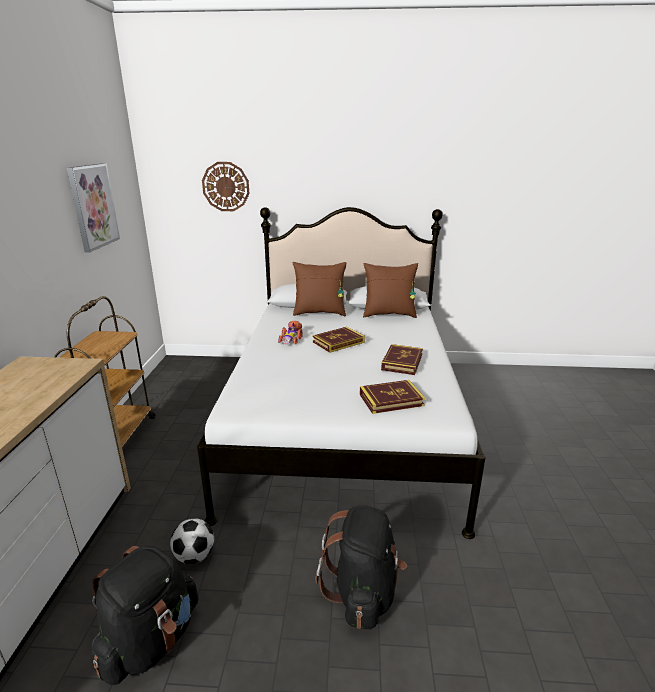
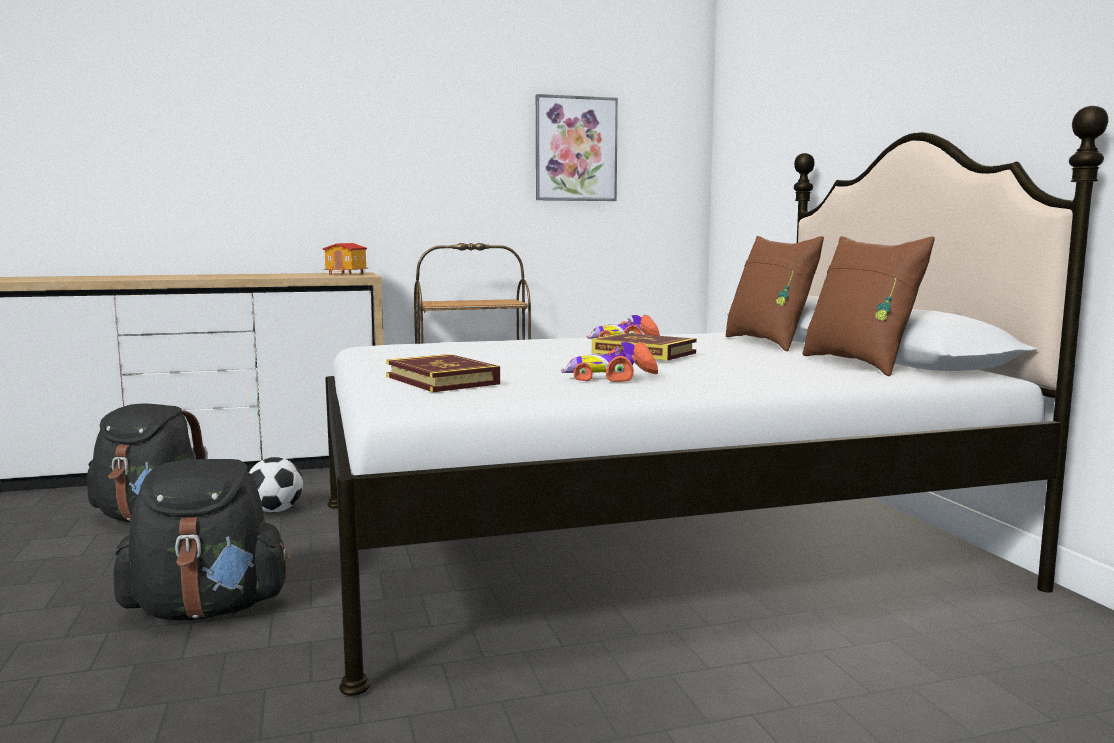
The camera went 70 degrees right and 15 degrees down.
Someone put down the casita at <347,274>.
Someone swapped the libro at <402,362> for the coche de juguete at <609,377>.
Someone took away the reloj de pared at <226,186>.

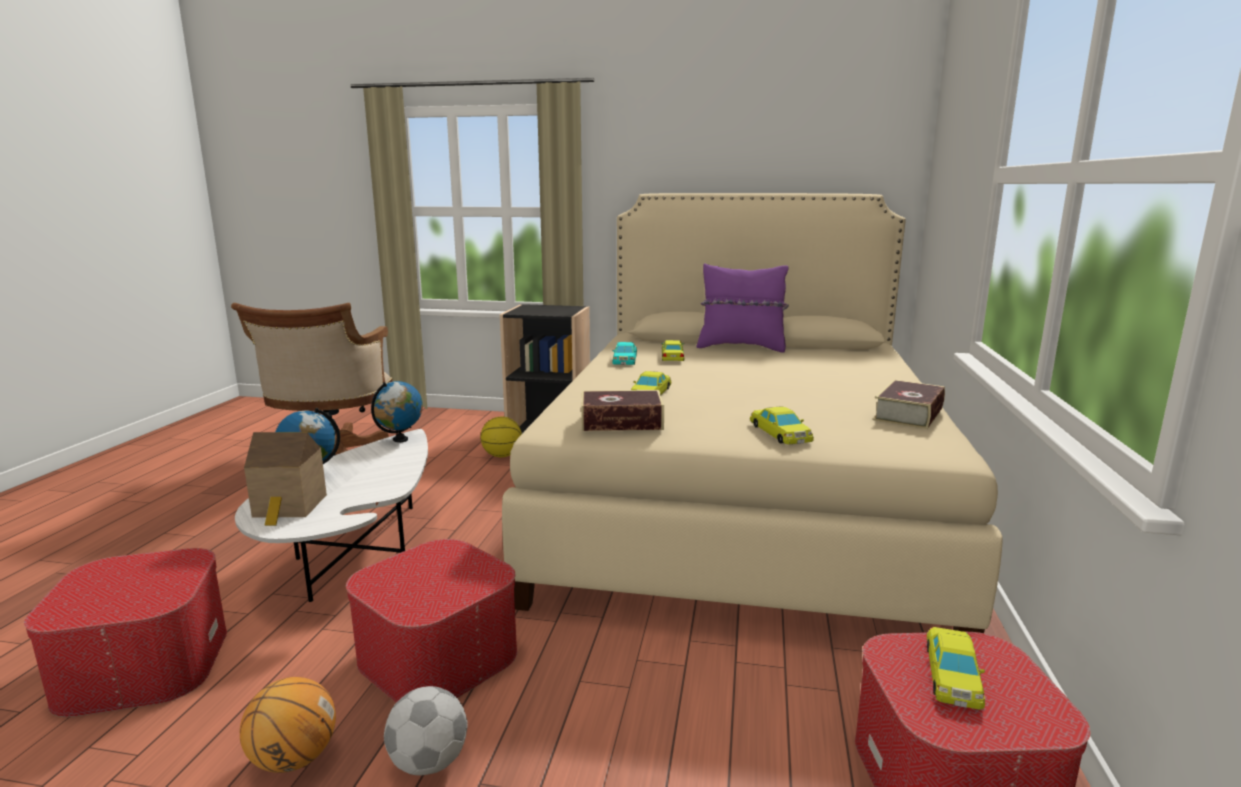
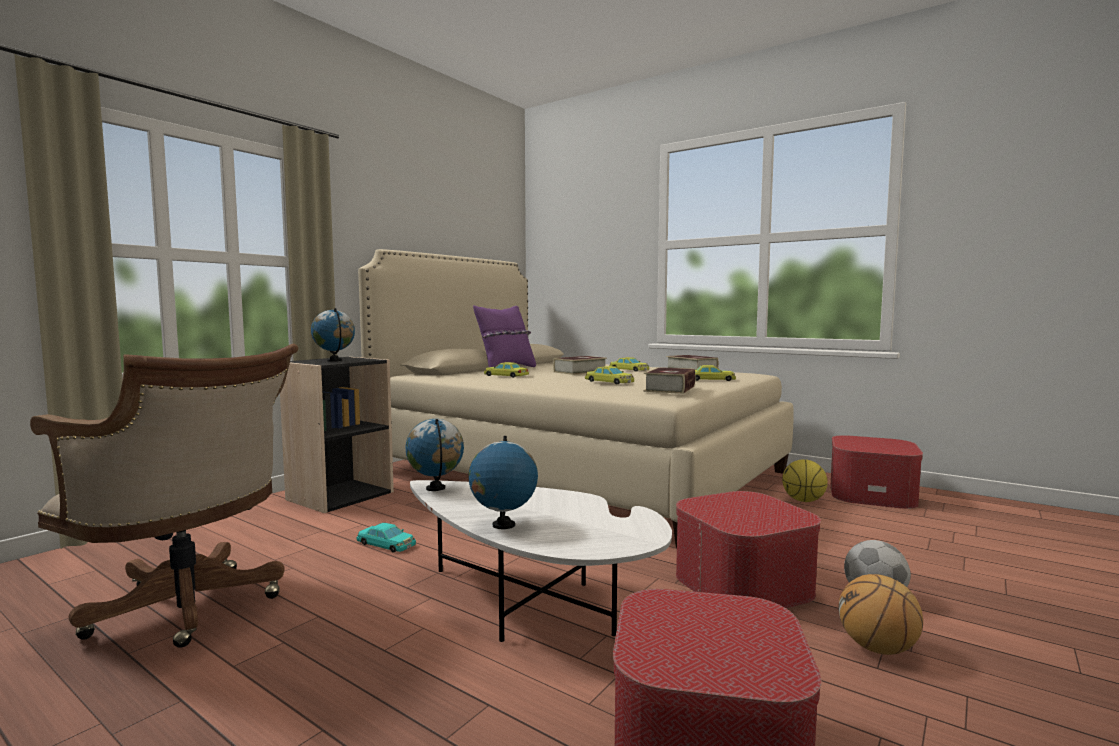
The camera went 65 degrees left and 10 degrees down.
Someone put down the globo terráqueo at <334,360>.
Someone carried the coche de juguete (turquesa) from <624,360> to <386,544>.
Someone put down the libro at <580,372>.
Someone carried the coche de juguete (amarillo) from <953,674> to <629,370>.
Someone carried the balón de baloncesto from <501,456> to <803,501>.
Someone took away the casita at <289,507>.

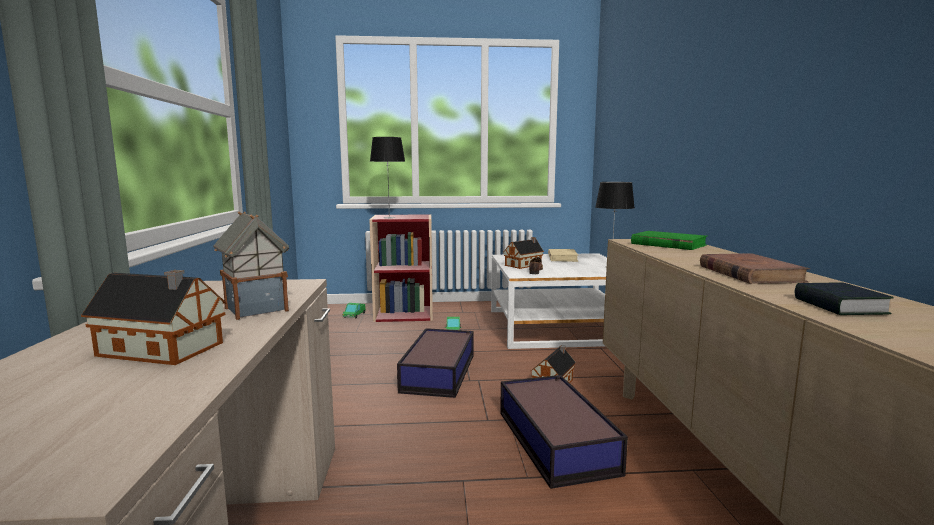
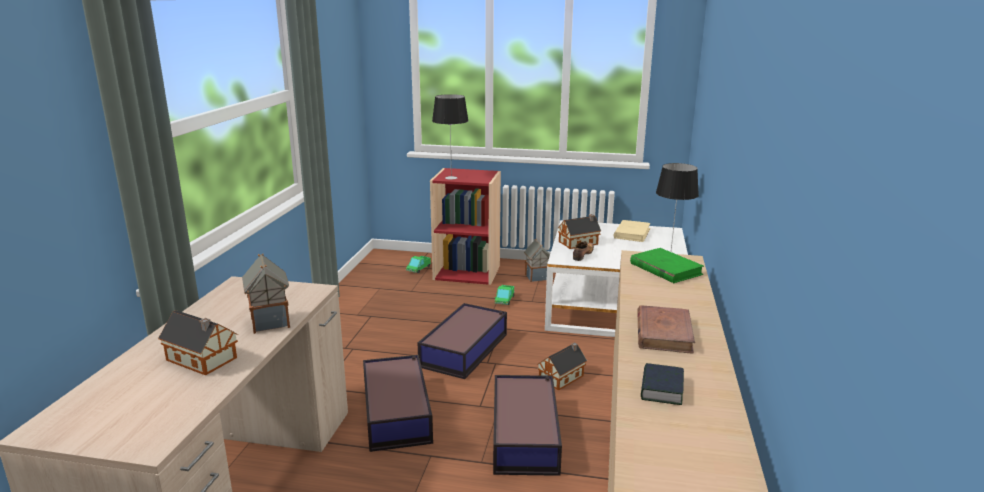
The camera went 15 degrees right and 10 degrees up.
Someone put down the caja de almacenaje at <397,411>.
Someone put down the casita at <537,277>.

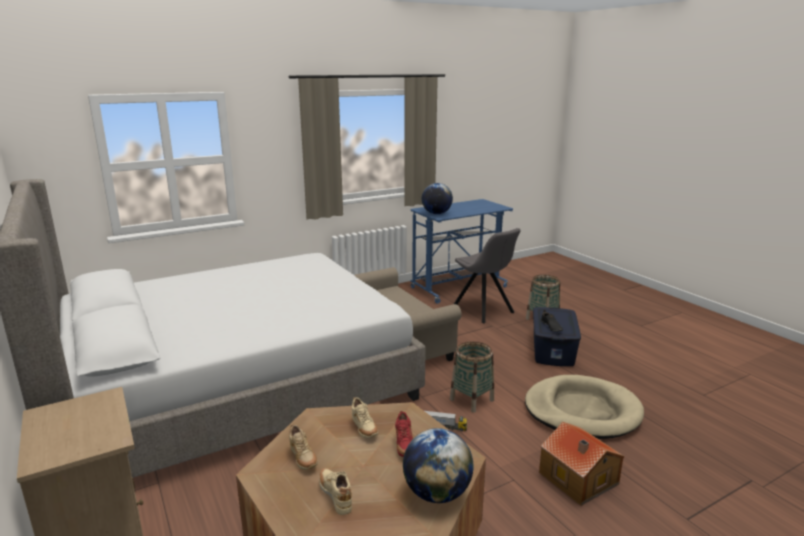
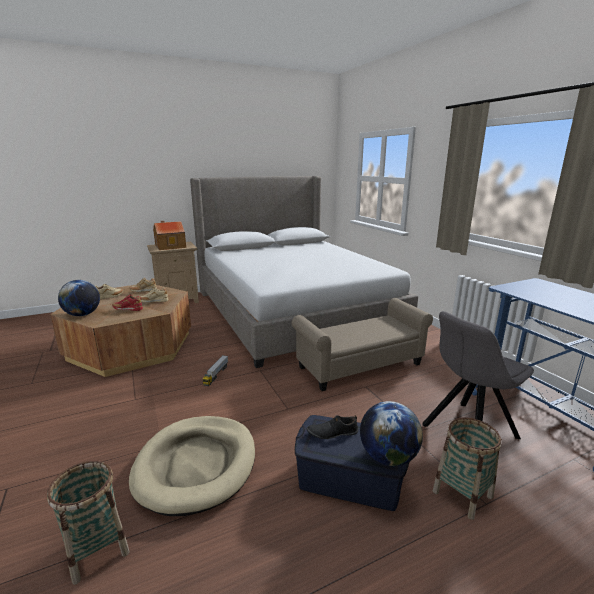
The camera went 95 degrees right and 0 degrees up.
Someone carried the cesta from <471,400> to <97,549>.
Someone carried the casita from <578,479> to <169,246>.
Someone carried the globo terráqueo from <436,213> to <388,457>.

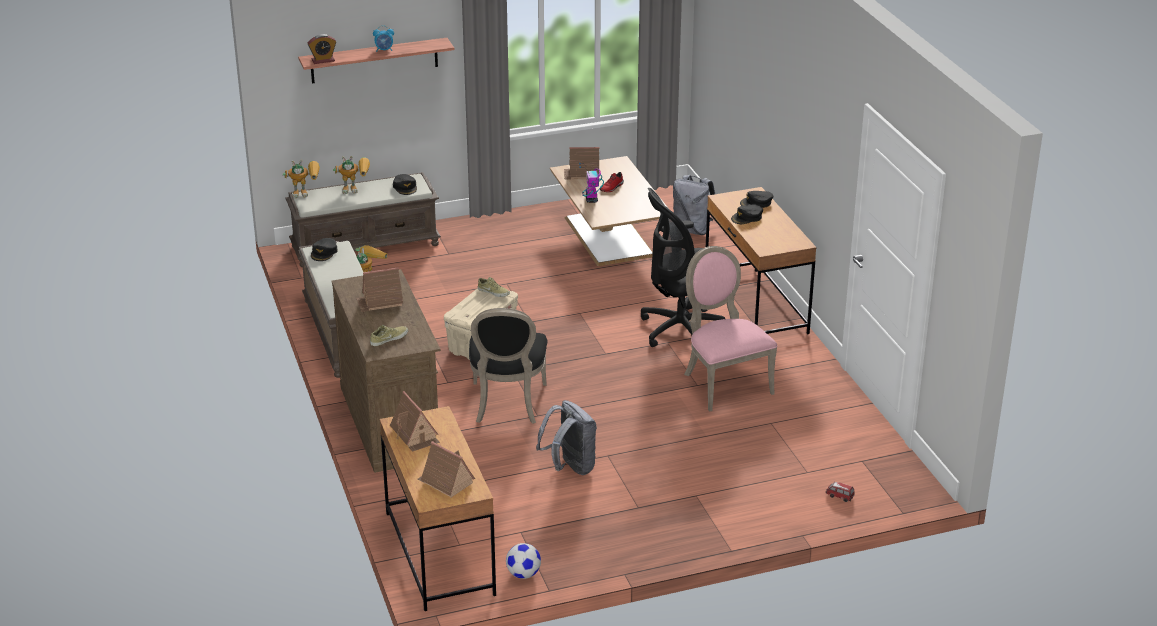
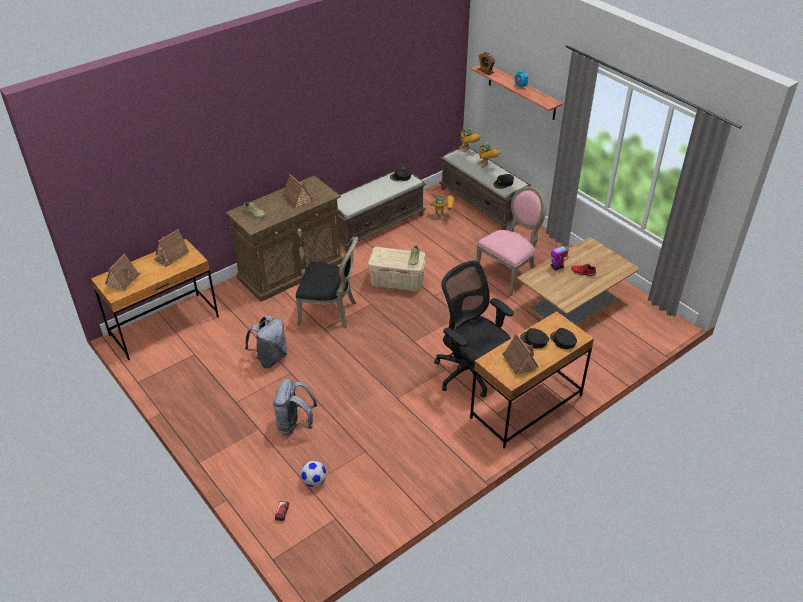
The camera went 70 degrees right and 10 degrees up.
Someone carried the mochila (gris) from <692,229> to <295,425>.
Someone rotated the silla (negro) at <507,405> by 150 degrees counterclockwise.
Someone carried the balón de fútbol from <523,574> to <314,481>.
Someone carried the silla (rosa) from <723,383> to <508,273>.
Someone carried the casita from <582,174> to <519,361>.

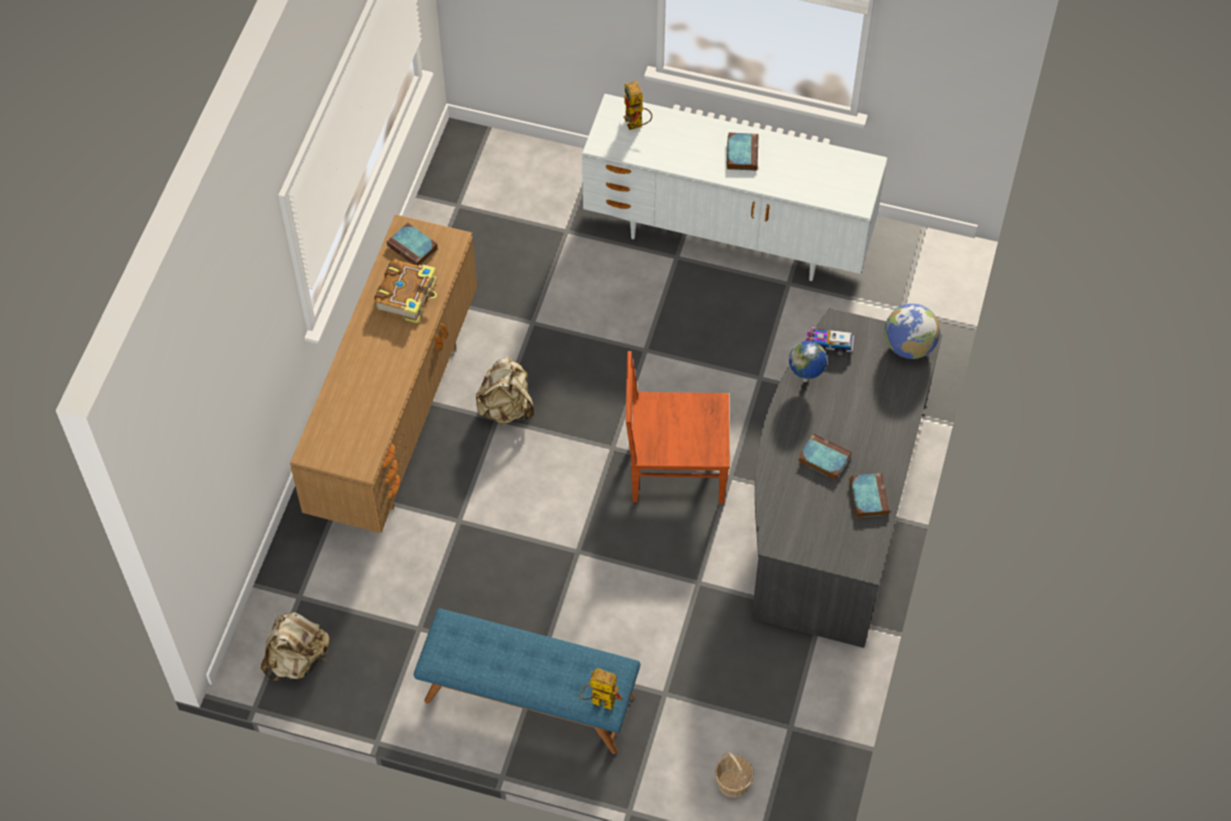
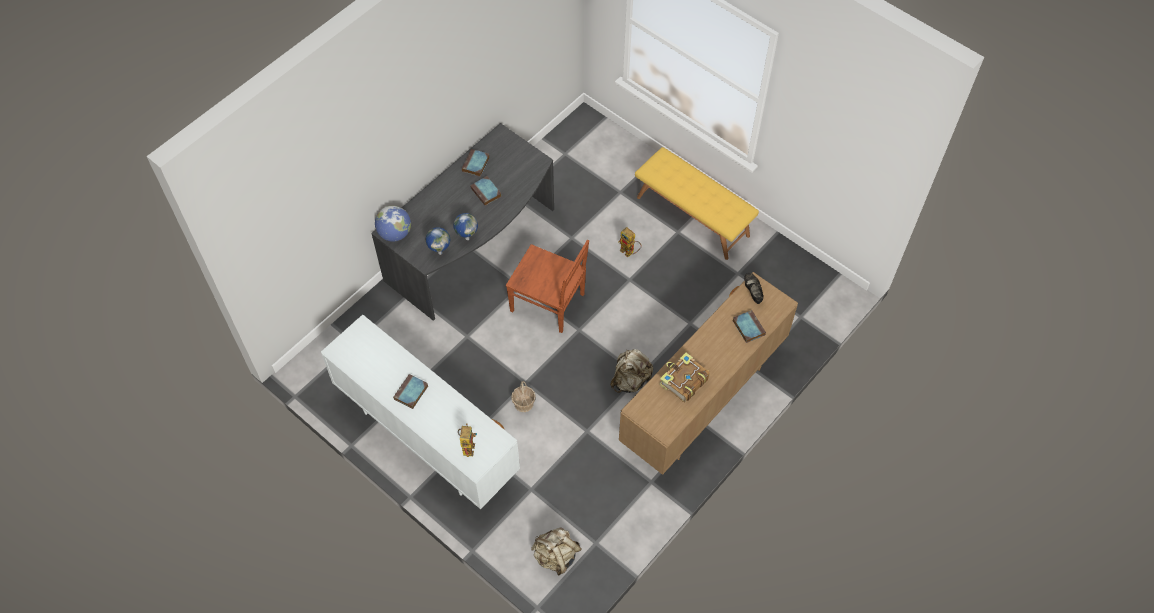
The camera went 155 degrees left and 0 degrees up.
Someone swapped the camión de juguete at <829,345> for the globo terráqueo at <440,252>.
Someone carried the cesta from <733,782> to <523,403>.
Someone carried the mochila (beis) from <297,659> to <556,556>.
Someone carried the robot de juguete from <598,701> to <629,252>.
Someone repainted the banco (azul) at <528,699>, which became the banco (amarillo) at <693,216>.
Someone carried the libro from <413,247> to <748,327>.
Someone put down the zapato (negro) at <753,292>.

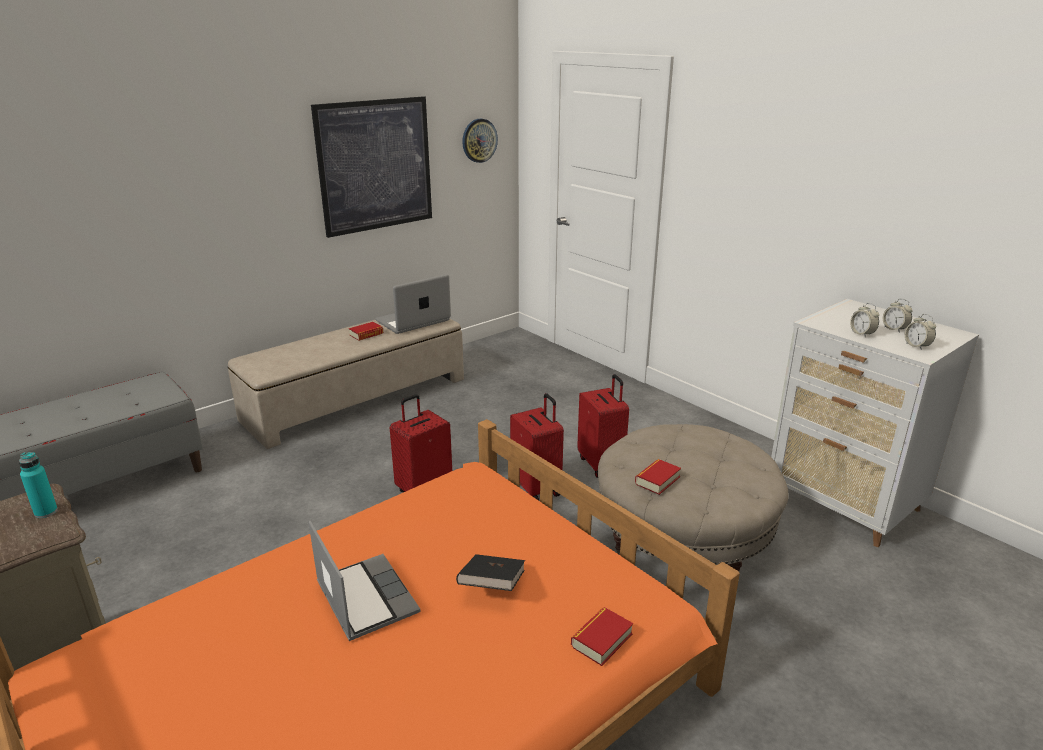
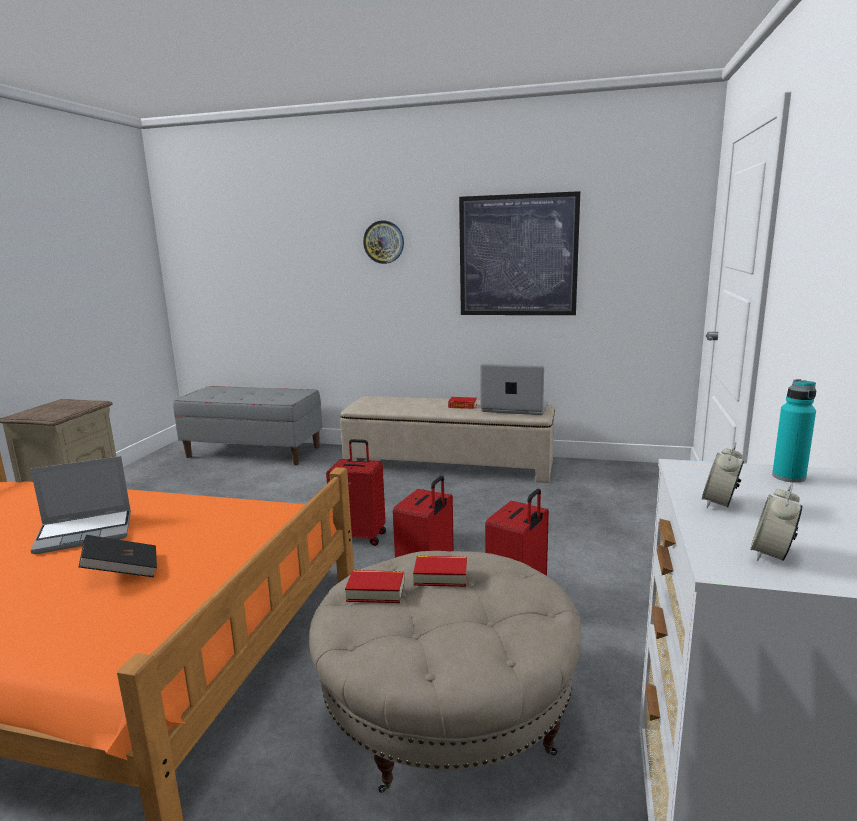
The camera went 55 degrees right and 10 degrees down.
Someone rotated the portátil at <364,598> by 45 degrees clockwise.
Someone carried the reloj de pared from <479,140> to <384,242>.
Someone carried the libro from <601,640> to <441,576>.
Someone carried the botella (turquesa) from <46,512> to <788,477>.
Someone took away the despertador at <894,329>.

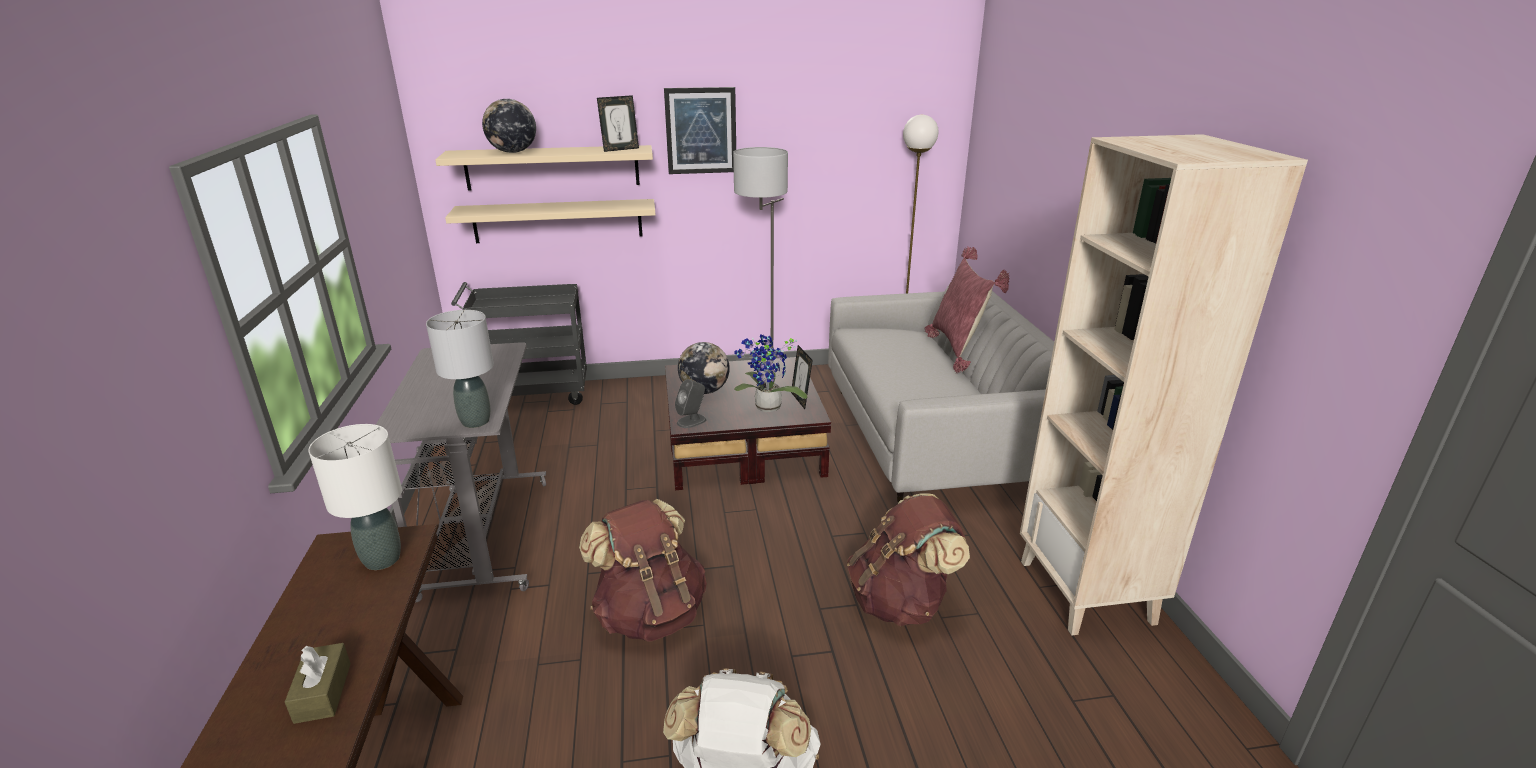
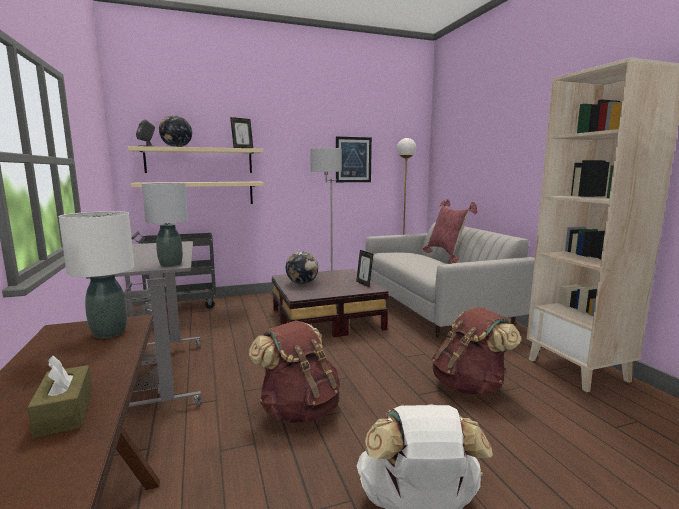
The camera went 10 degrees left and 15 degrees down.
Someone carried the altavoz (gris) from <692,421> to <147,146>.
Someone carried the cuadro from <701,130> to <353,159>.
Someone took away the planta en maceta at <766,408>.

